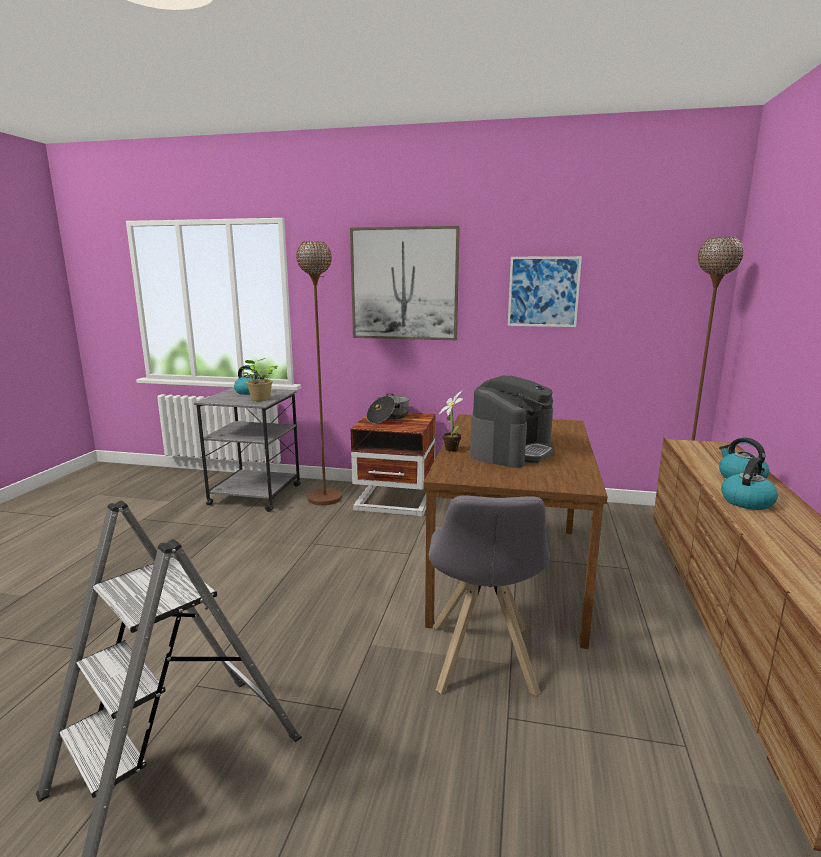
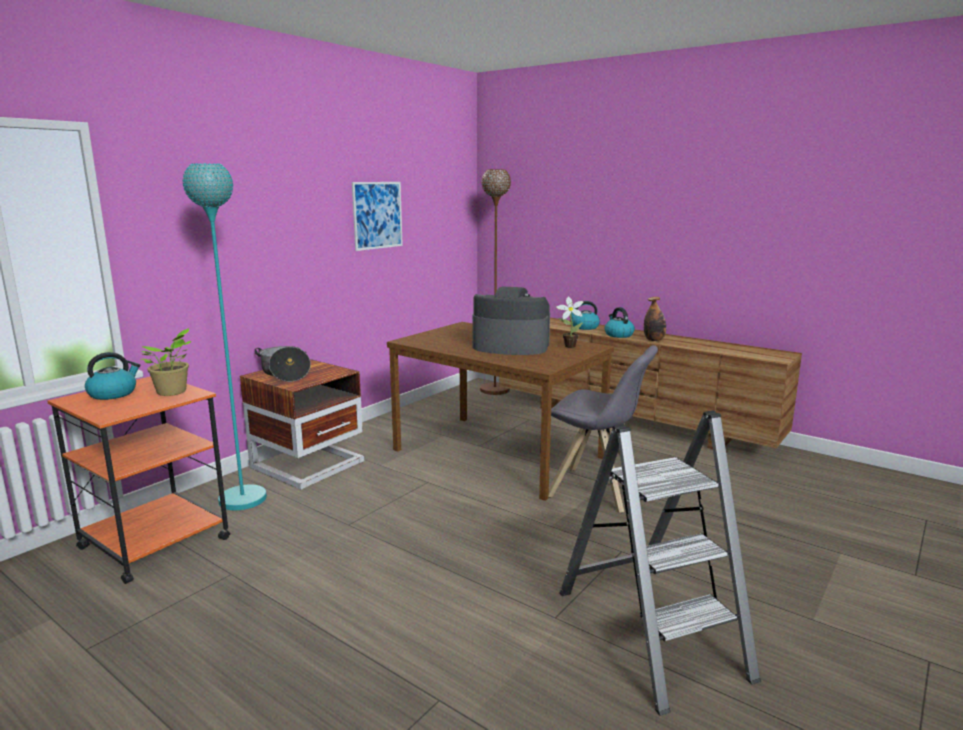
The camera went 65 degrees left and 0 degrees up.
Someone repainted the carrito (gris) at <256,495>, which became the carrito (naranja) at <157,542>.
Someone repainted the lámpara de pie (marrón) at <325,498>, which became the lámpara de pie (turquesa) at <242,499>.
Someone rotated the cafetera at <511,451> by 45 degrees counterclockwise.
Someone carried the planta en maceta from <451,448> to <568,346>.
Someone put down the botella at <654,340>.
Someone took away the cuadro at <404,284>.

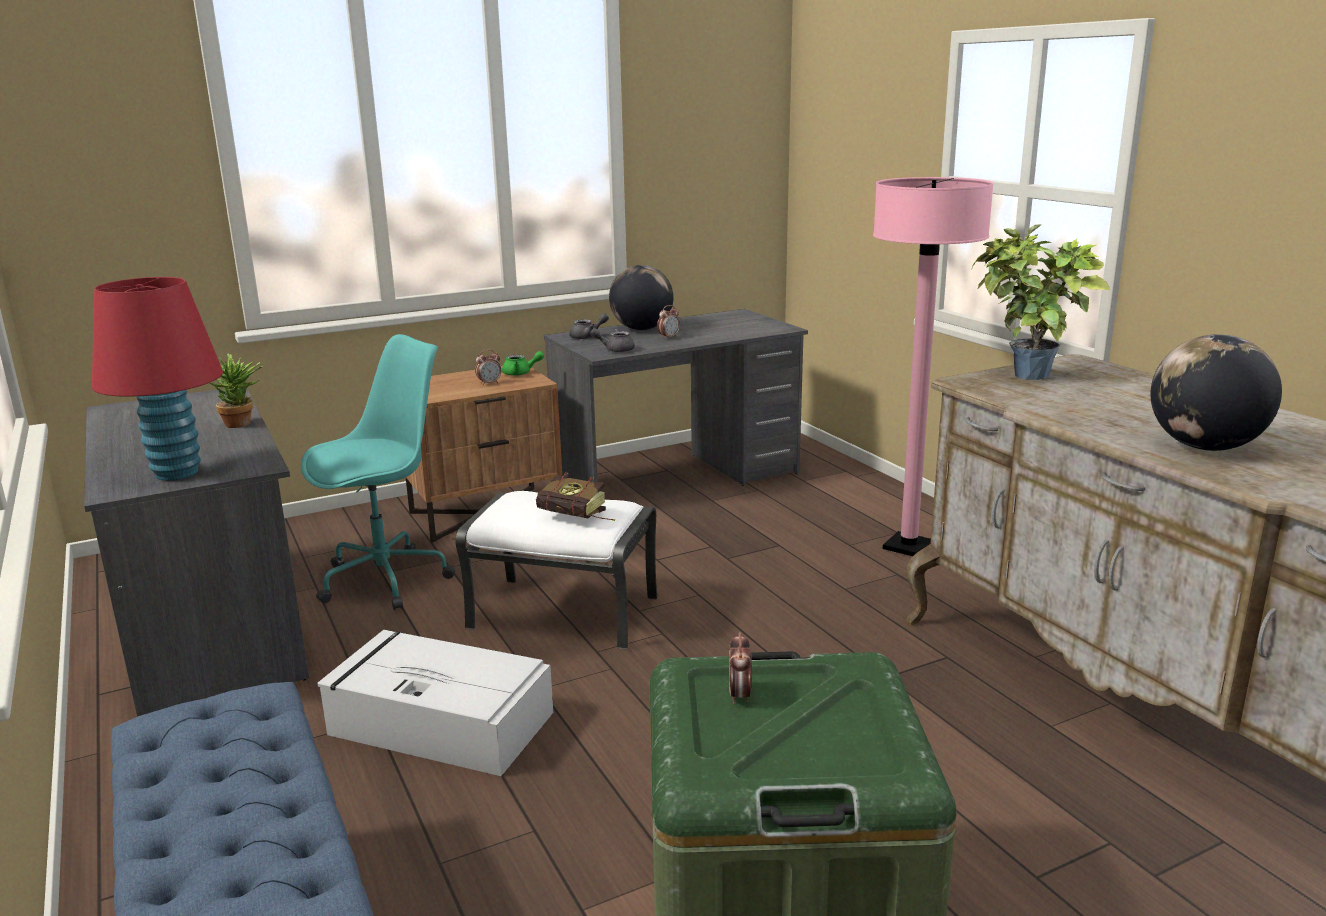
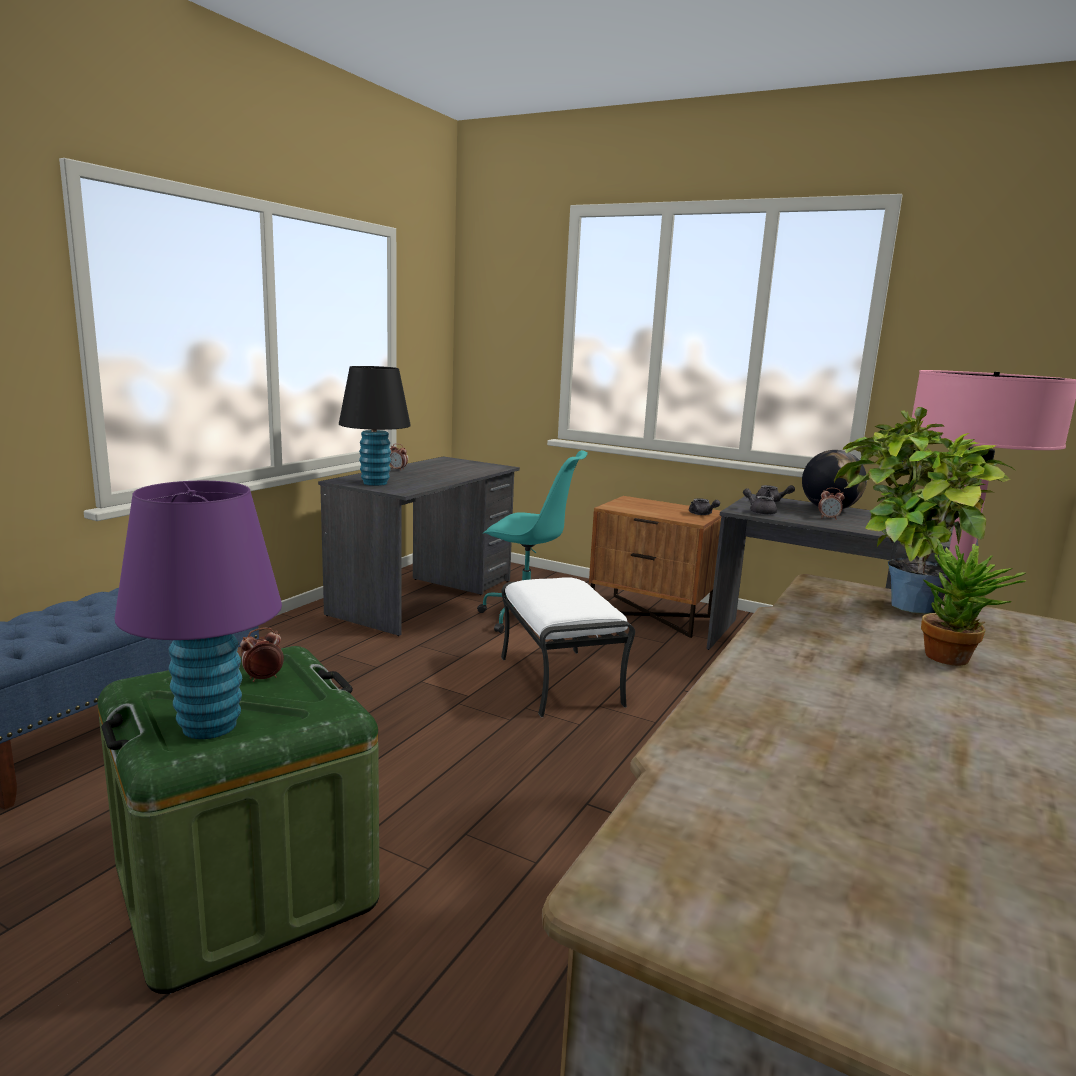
The camera went 55 degrees right and 5 degrees down.
Someone put down the lámpara de mesa (morado) at <209,726>.
Someone repainted the lámpara de mesa (rojo) at <176,473>, which became the lámpara de mesa (negro) at <375,483>.
Someone carried the despertador from <489,383> to <398,470>.
Someone repainted the tetera (verde) at <521,373>, which became the tetera (gris) at <702,514>.
Someone carried the planta en maceta from <243,424> to <954,661>.
Someone took away the caja de almacenaje (gris) at <438,722>.
Someone took away the libro at <578,518>.
Someone took away the globo terráqueo at <1204,447>.

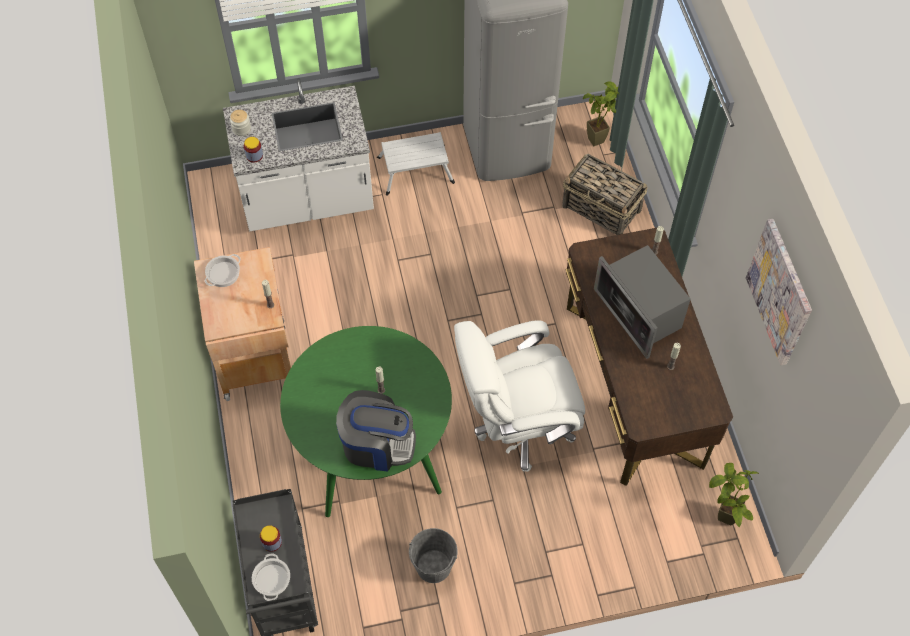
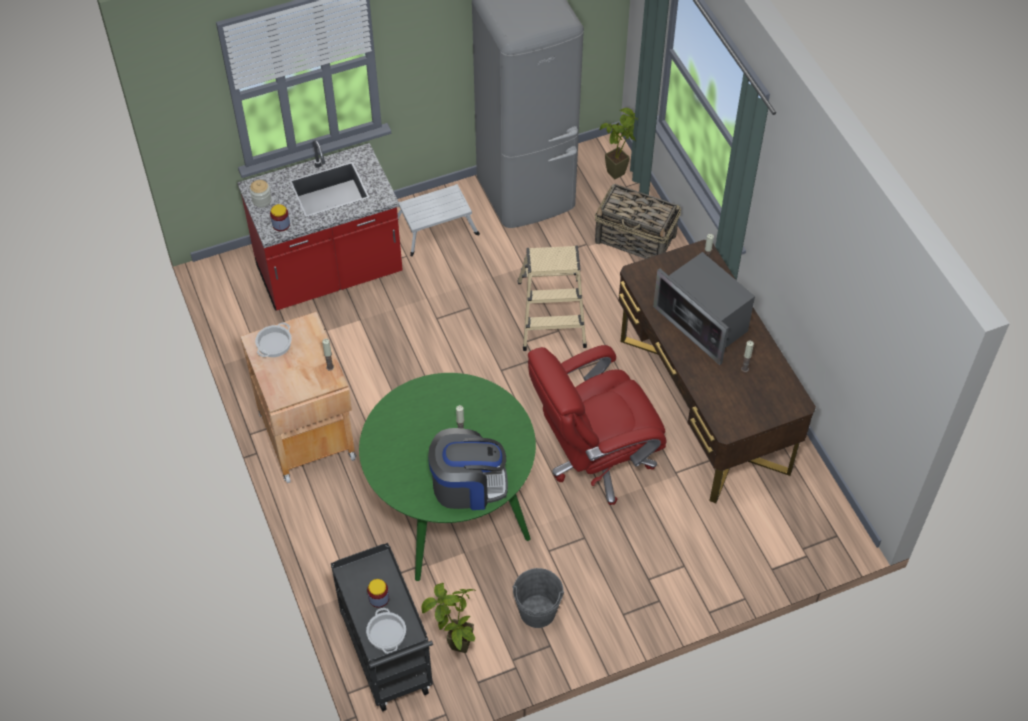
The camera went 10 degrees left and 5 degrees down.
Someone repainted the mueble bajo de cocina (blanco) at <308,201>, which became the mueble bajo de cocina (rojo) at <330,274>.
Someone carried the planta en maceta from <721,522> to <456,651>.
Someone put down the escalera de tijera (beis) at <551,313>.
Someone repainted the silla de oficina (blanco) at <517,427>, which became the silla de oficina (rojo) at <594,463>.
Someone took away the cuadro at <780,292>.

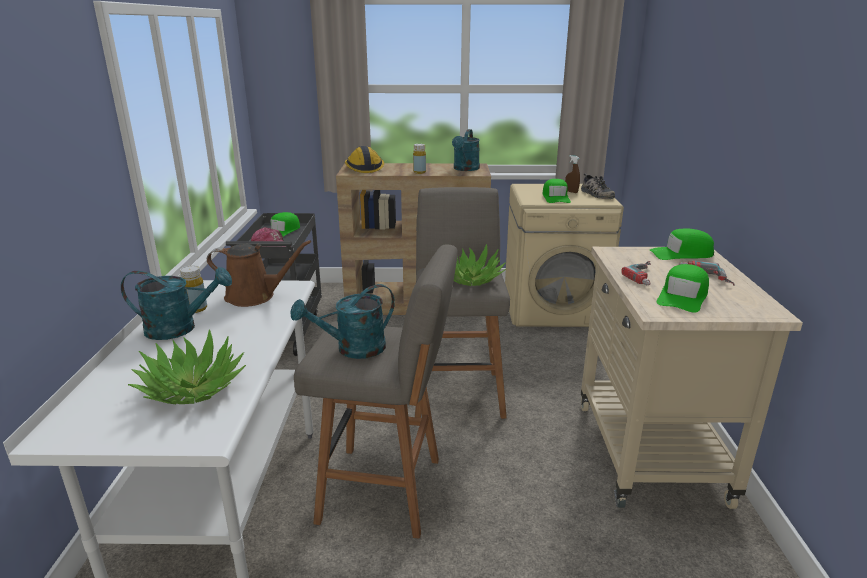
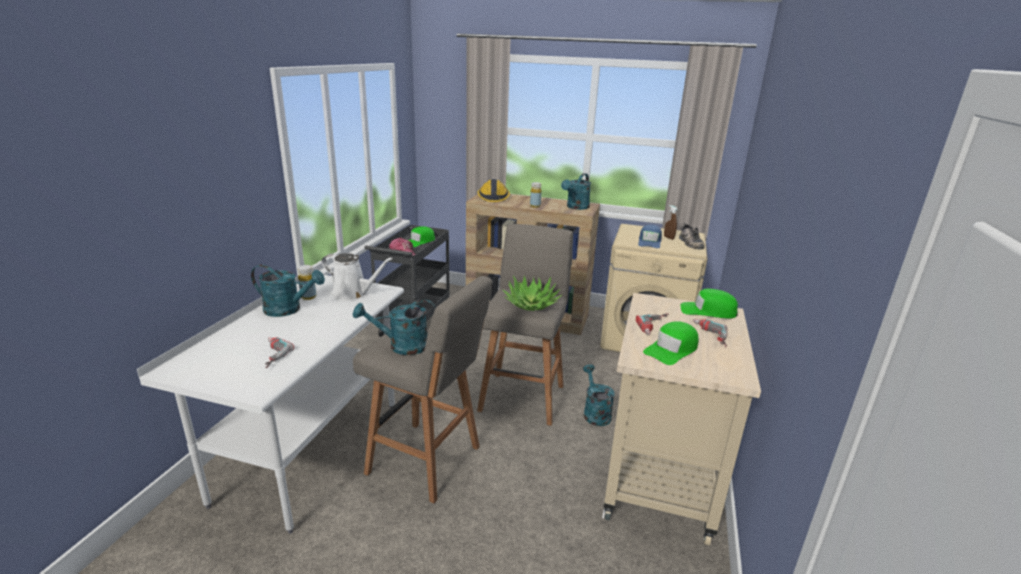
The camera went 15 degrees right and 0 degrees up.
Someone swapped the planta en maceta at <193,388> for the taladro at <269,355>.
Someone repainted the regadera (marrón) at <255,296>, which became the regadera (blanco) at <353,293>.
Someone put down the regadera (turquesa) at <595,413>.
Someone repainted the gorra (verde) at <556,197>, which became the gorra (azul) at <649,242>.

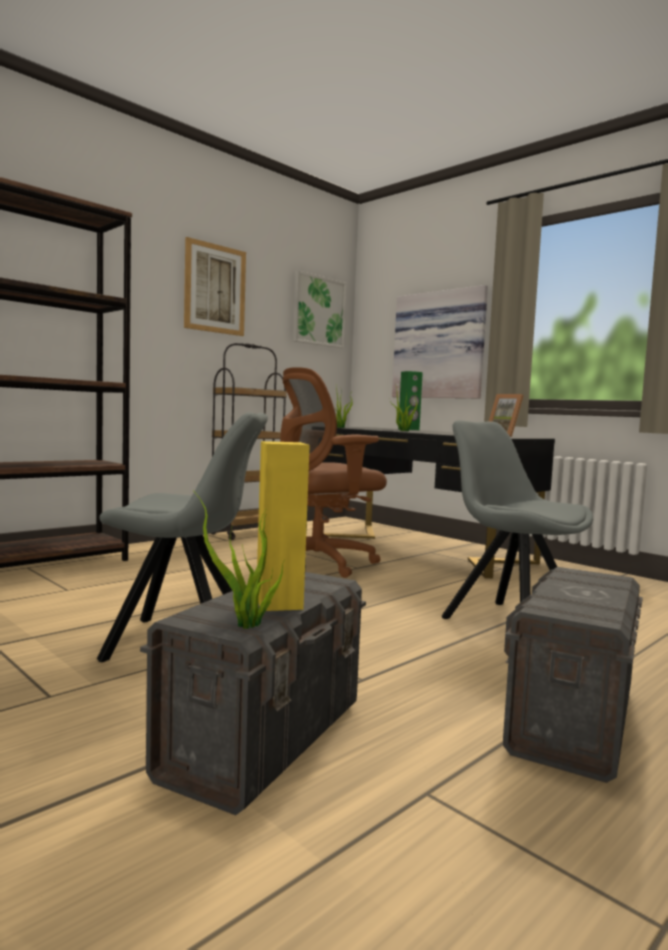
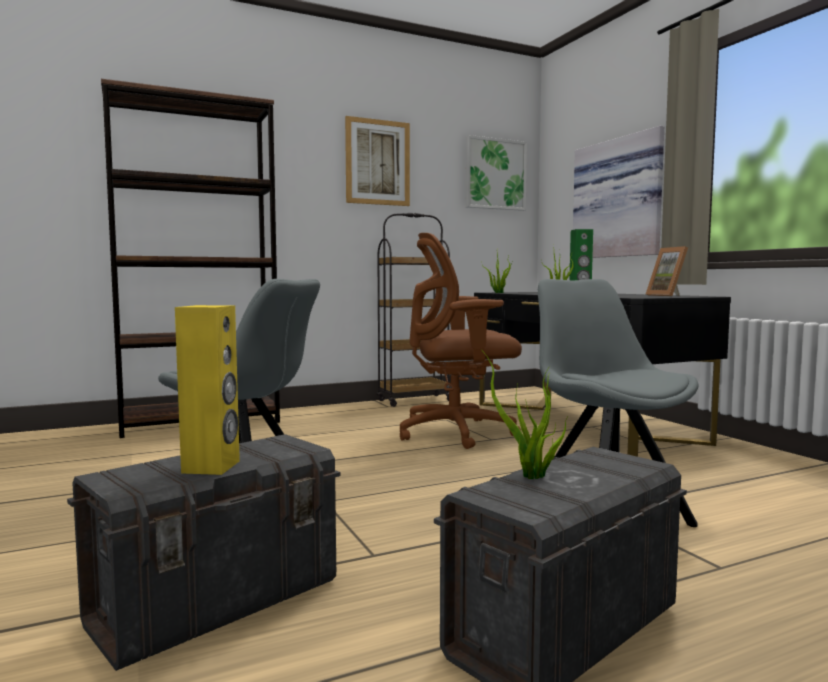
The camera went 20 degrees right and 0 degrees up.
Someone carried the planta en maceta from <246,626> to <531,477>.

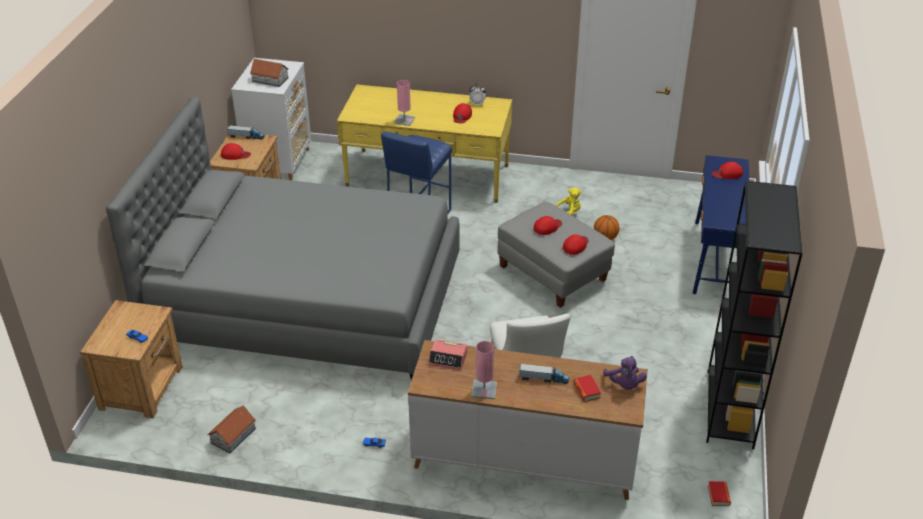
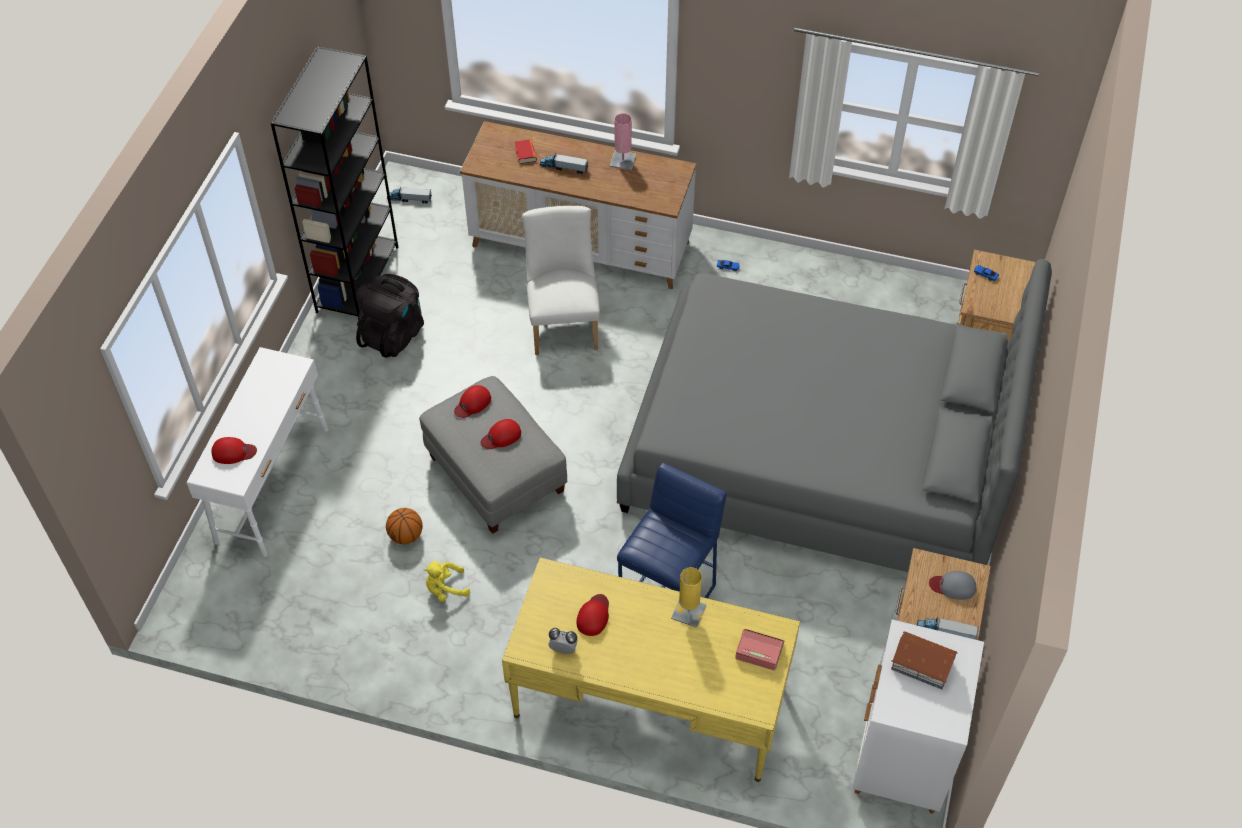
The camera went 175 degrees left and 15 degrees up.
Someone repainted the mesa consola (azul) at <713,259>, which became the mesa consola (blanco) at <274,485>.
Someone put down the mochila (negro) at <393,333>.
Someone swapped the libro at <718,496> for the camión de juguete at <409,199>.
Someone repainted the lámpara de mesa (rosa) at <404,120>, which became the lámpara de mesa (amarillo) at <688,612>.
Someone carried the despertador from <448,358> to <759,650>.
Someone repainted the gorra (rojo) at <235,155>, which became the gorra (gris) at <953,586>.
Someone took away the casita at <232,436>.
Someone took away the peluche (morado) at <624,385>.

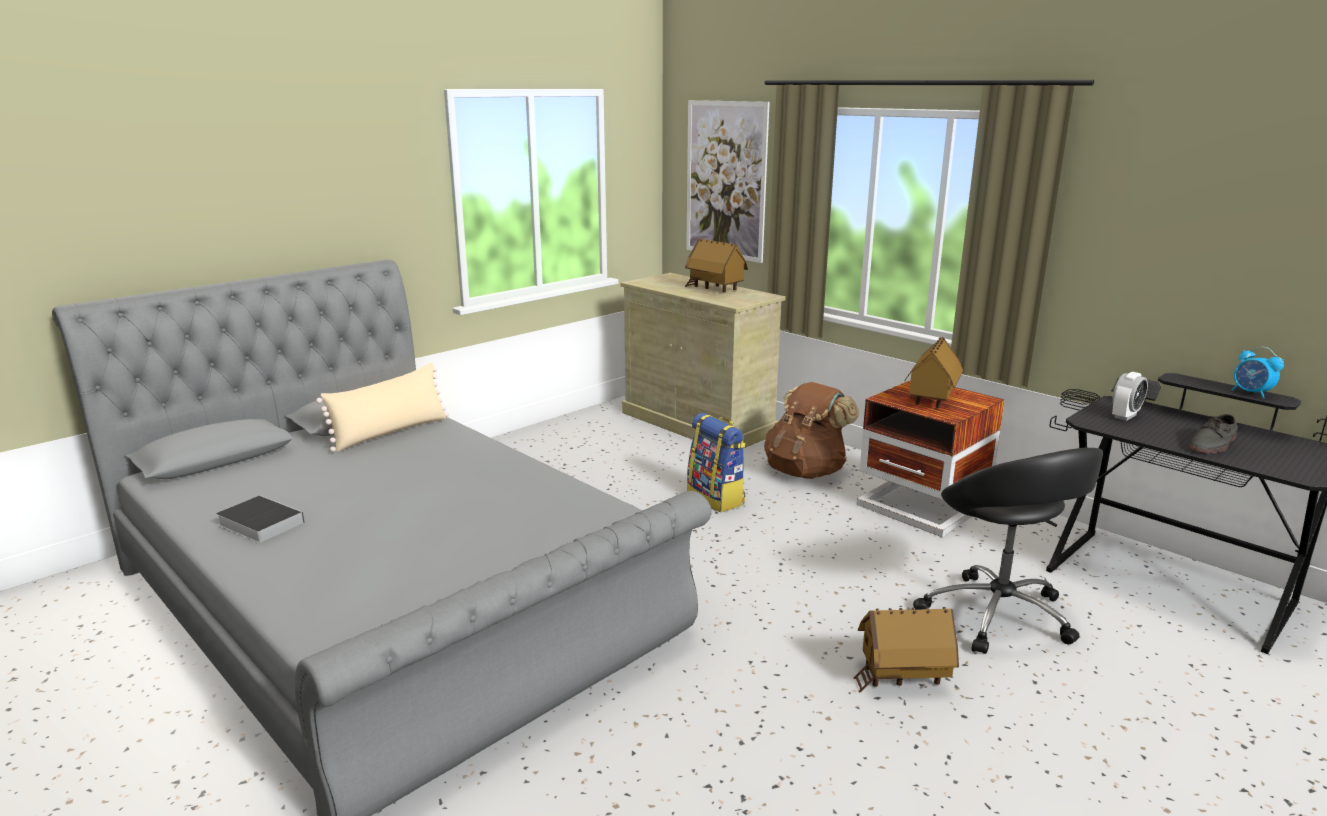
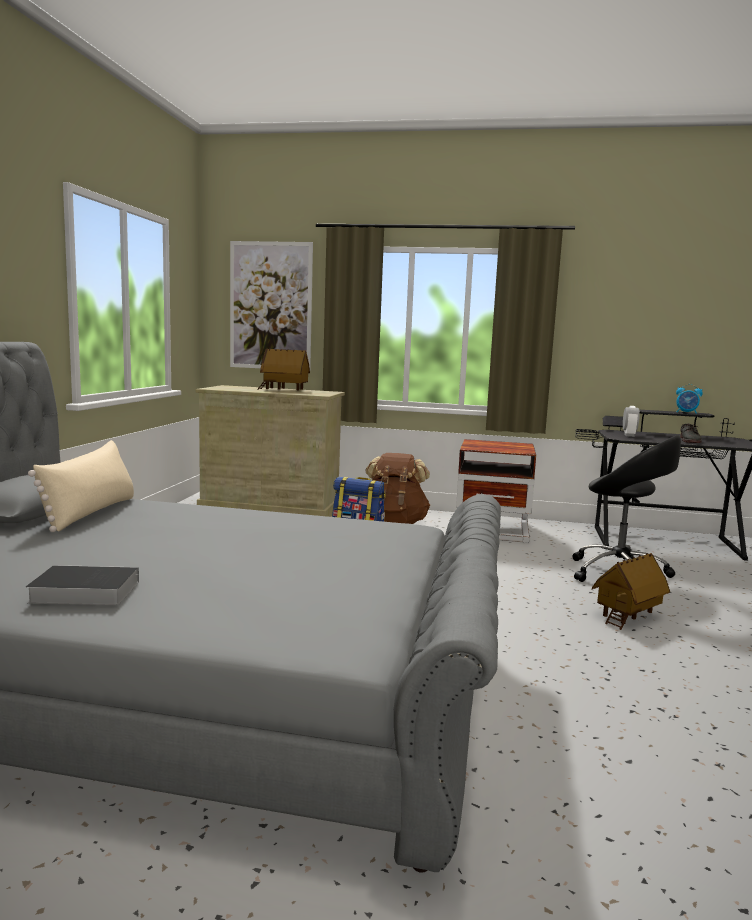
The camera went 35 degrees left and 10 degrees down.
Someone took away the casita at <930,400>.

